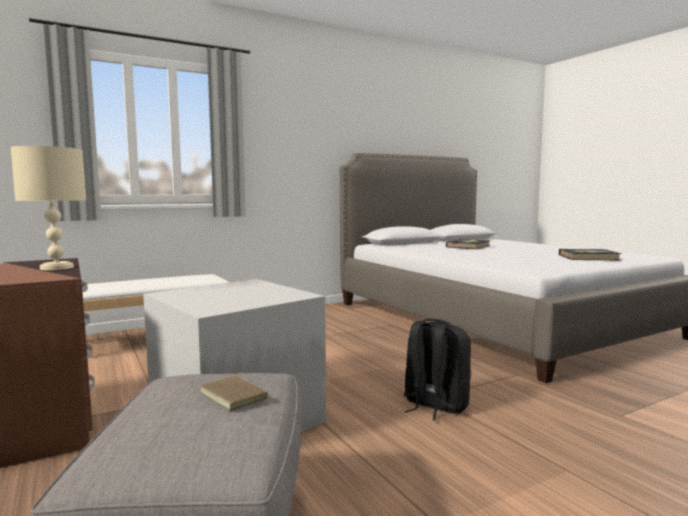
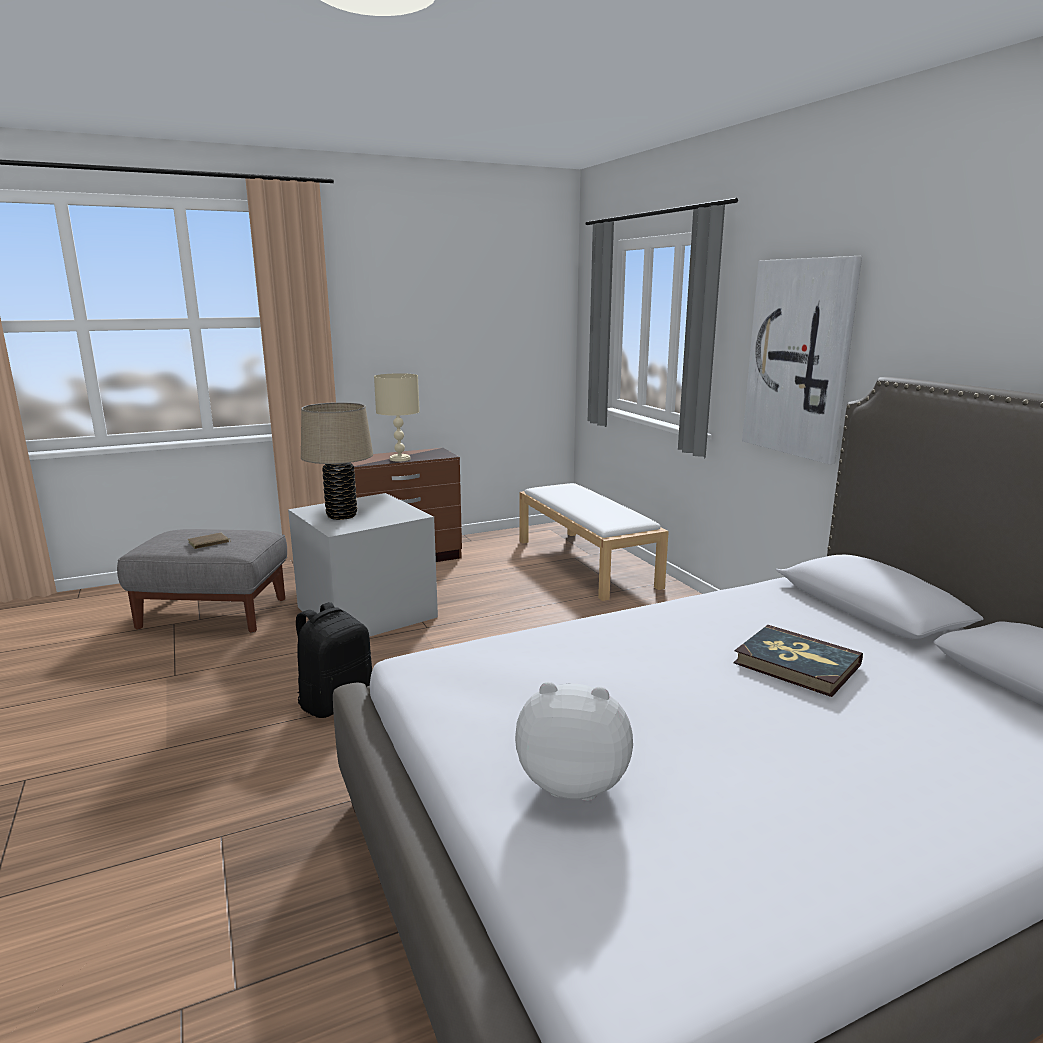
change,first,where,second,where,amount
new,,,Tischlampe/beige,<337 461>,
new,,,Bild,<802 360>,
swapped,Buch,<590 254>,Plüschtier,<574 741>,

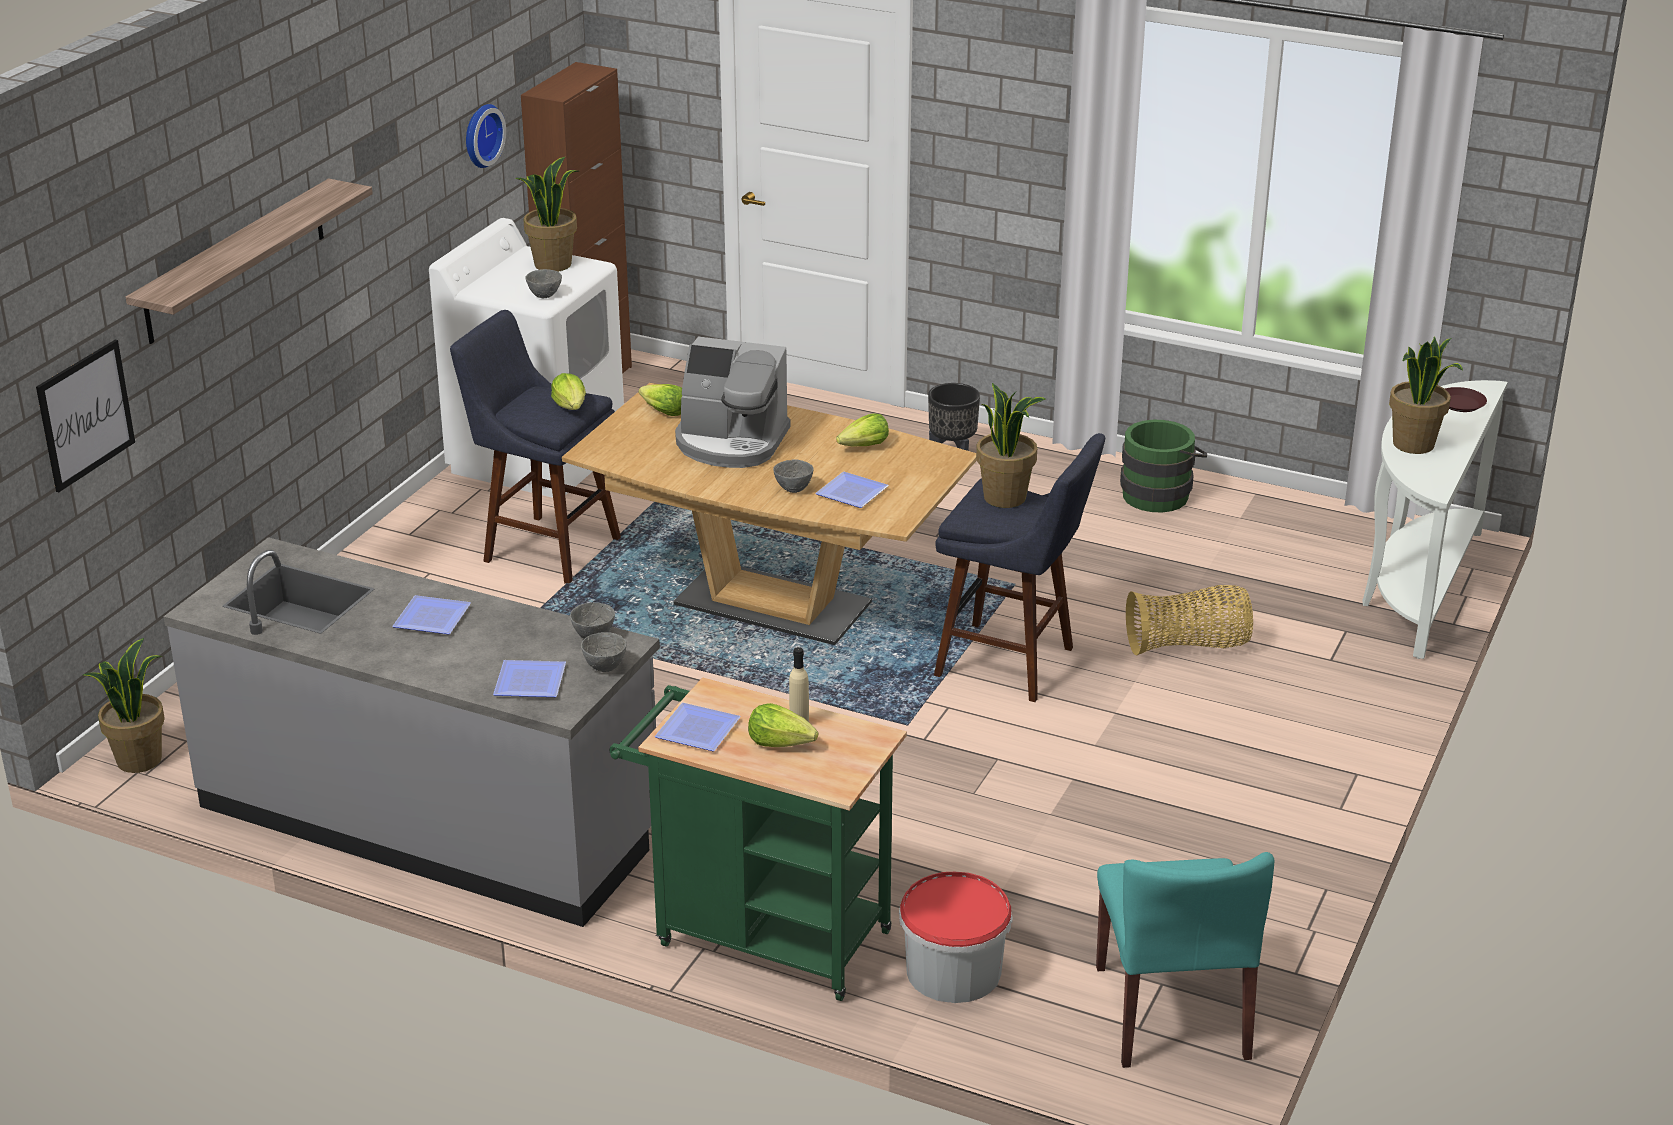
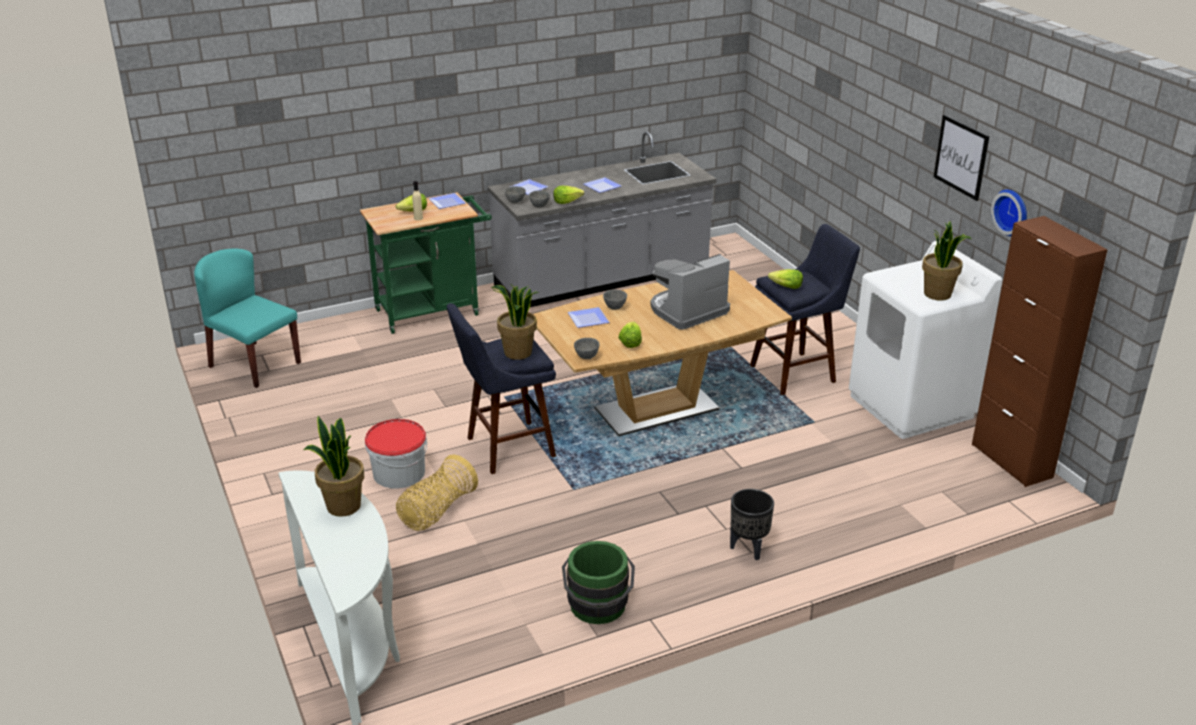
change,first,where,second,where,amount
gone,Topfpflanze,<124 705>,,,
gone,Wandregal,<249 261>,,,
gone,Teller/braun,<1466 399>,,,
shifted,Bild,<85 416>,,<961 158>,
shifted,Schüssel/grau,<544 284>,,<587 348>,
shifted,Salatkopf,<660 400>,,<568 195>,
shifted,Eimer,<956 937>,,<396 453>,

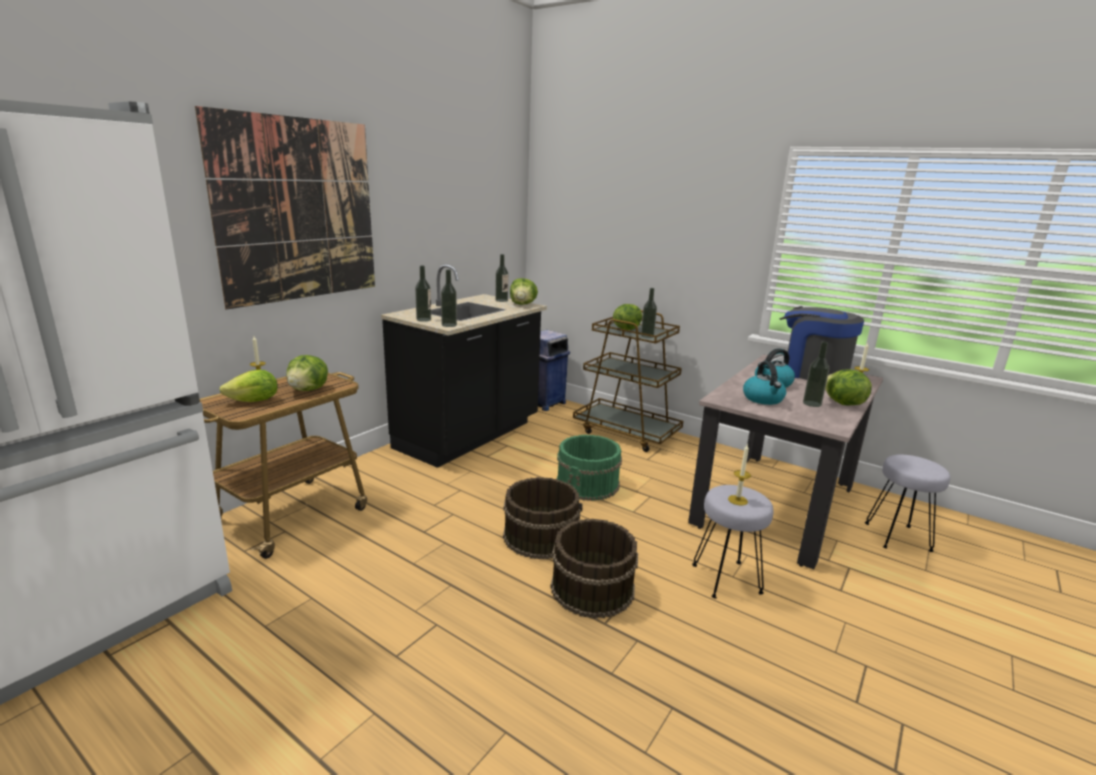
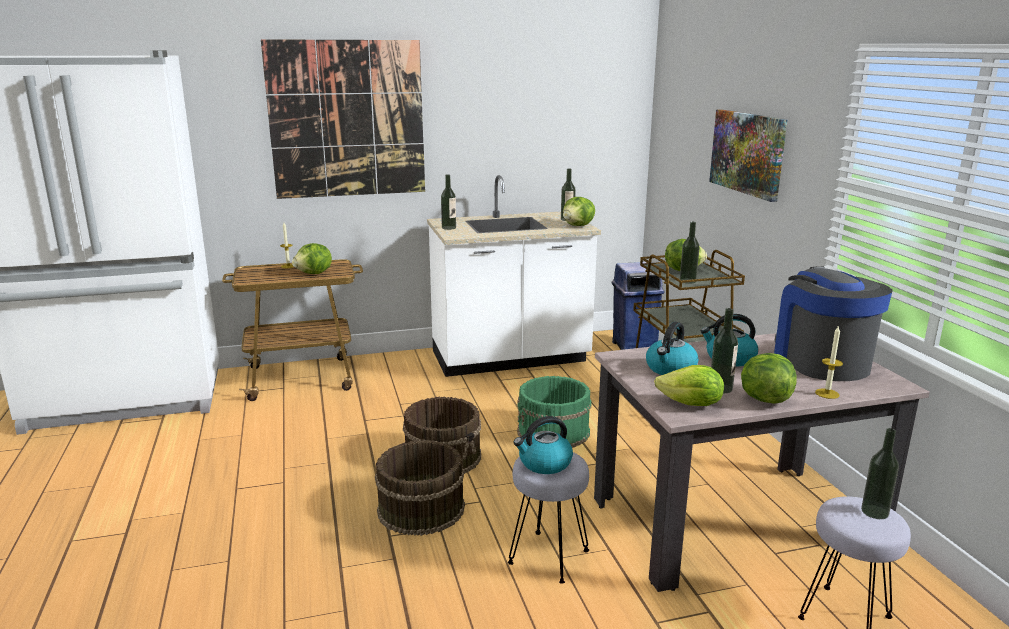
change,first,where,second,where,amount
new,,,Bild,<748 155>,
shifted,Salatkopf,<248 386>,,<689 385>,
shifted,Flasche,<449 298>,,<880 473>,
swapped,Kerze,<739 474>,Wasserkessel,<543 445>,
repainted,Küchenzeile/schwarz,<464 366>,Küchenzeile/weiß,<514 276>,

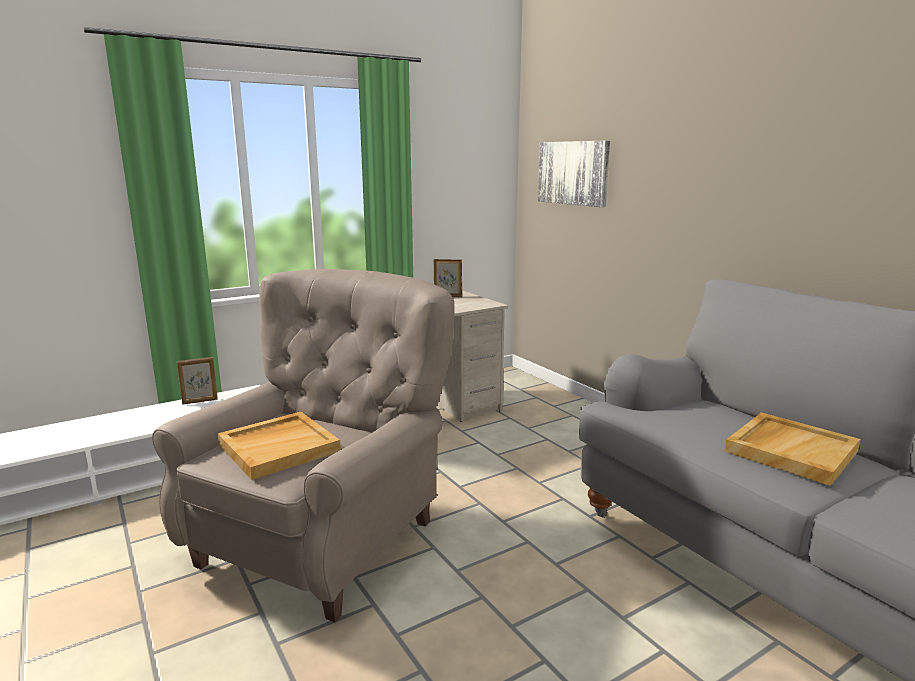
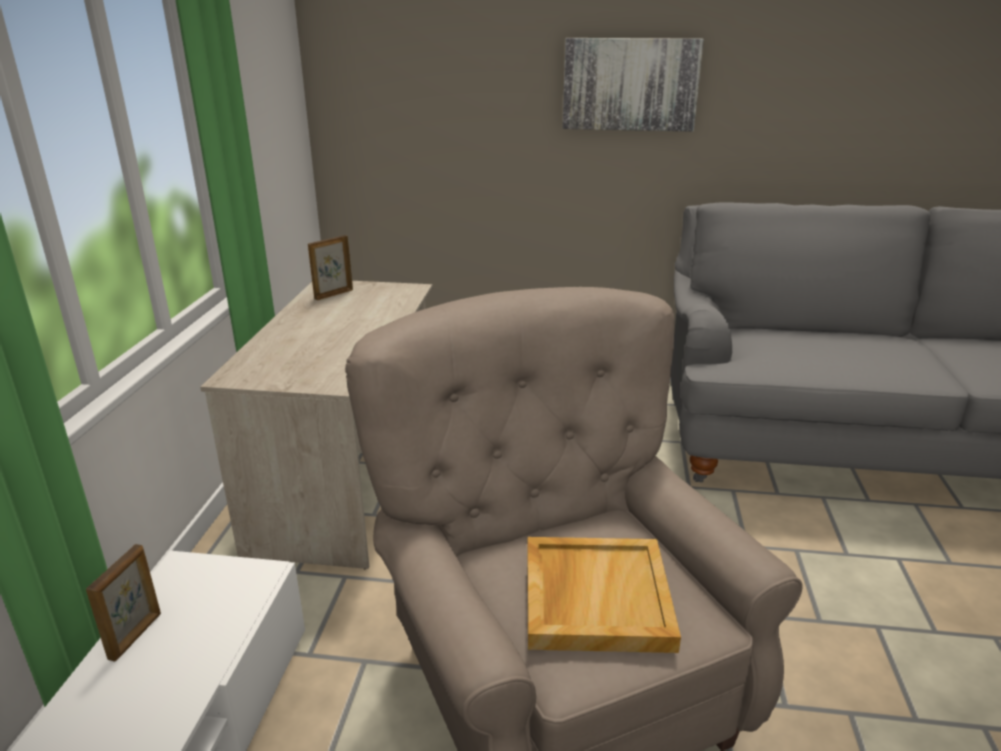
change,first,where,second,where,amount
gone,Tablett/beige,<792 449>,,,
shifted,Bild,<574 174>,,<633 85>,

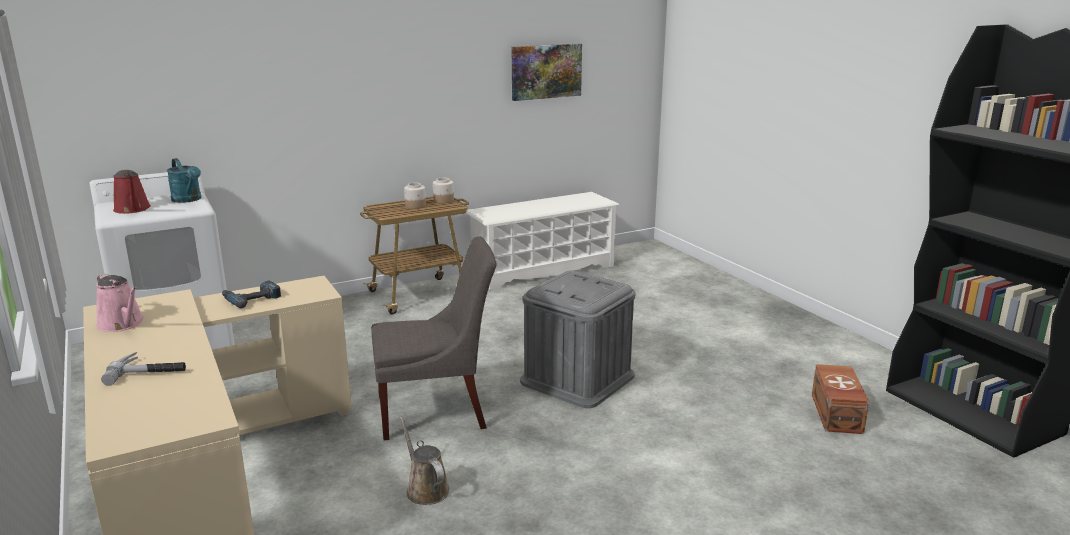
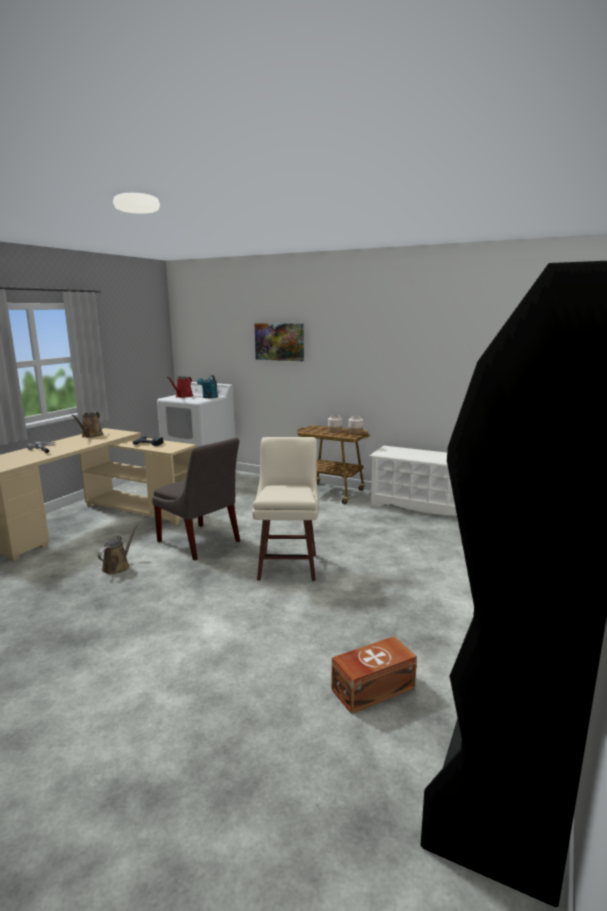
change,first,where,second,where,amount
shifted,Bild,<547 72>,,<279 342>,
swapped,Aufbewahrungsbox/grau,<578 339>,Hocker/beige,<285 509>,
repainted,Gießkanne/rosa,<120 302>,Gießkanne/braun,<87 425>,

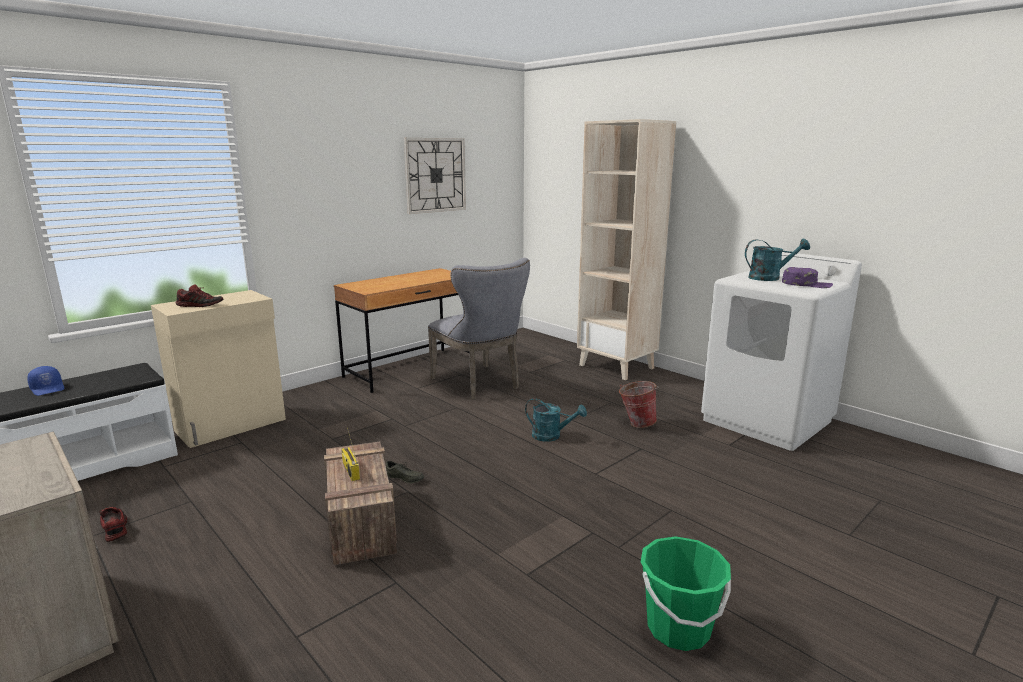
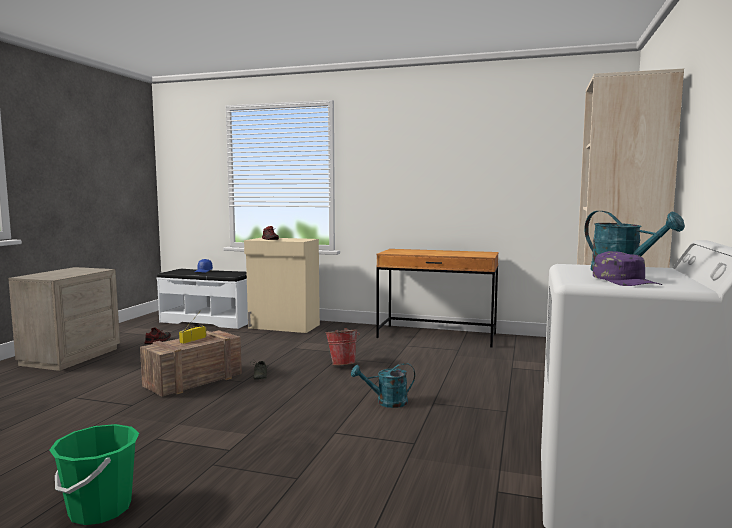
change,first,where,second,where,amount
gone,Wanduhr,<435 176>,,,
gone,Stuhl/grau,<479 329>,,,
shifted,Eimer,<639 404>,,<342 346>,
rotated,Gießkanne/türkis,<556 420>,,<383 385>,90 degrees clockwise

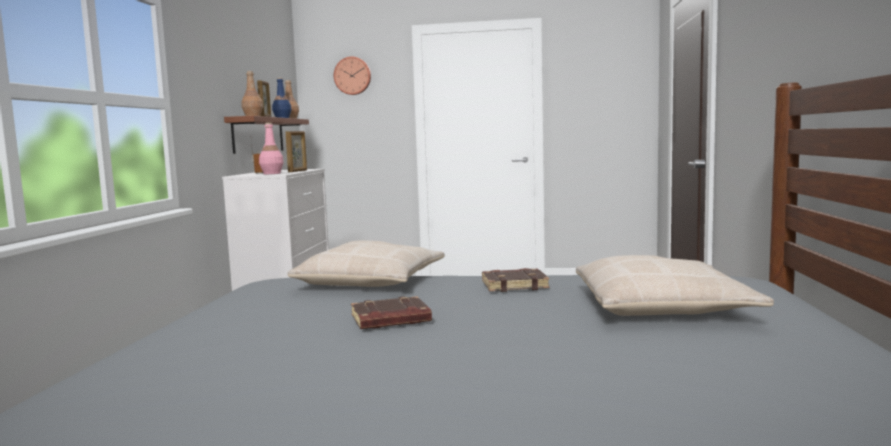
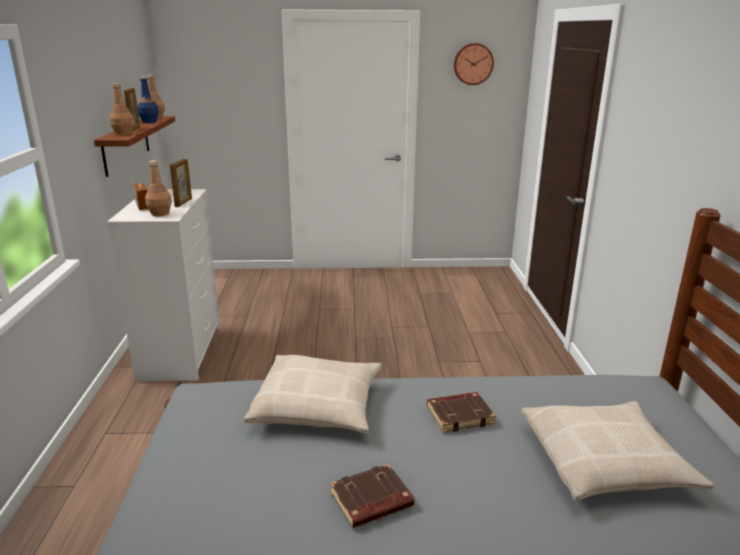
change,first,where,second,where,amount
shifted,Wanduhr,<352 75>,,<474 64>,
repainted,Flasche/rosa,<271 148>,Flasche/braun,<158 188>,

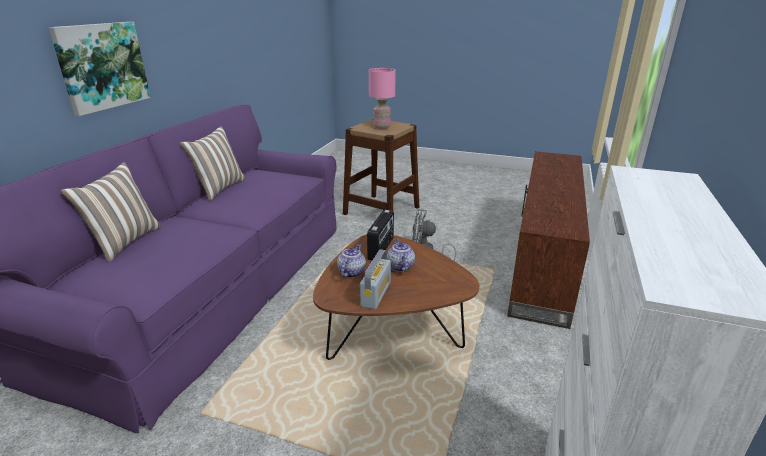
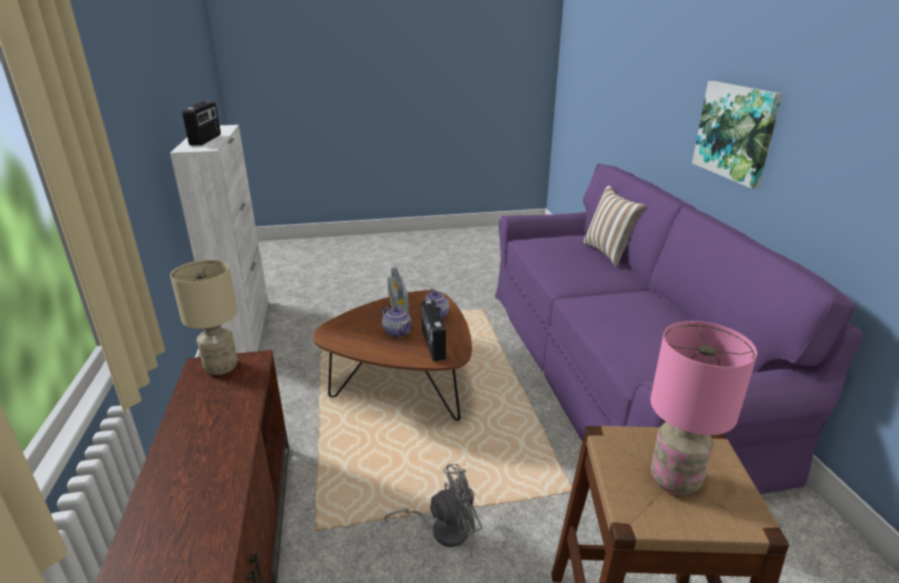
change,first,where,second,where,amount
gone,Kissen,<212 163>,,,
new,,,Tischlampe/beige,<204 317>,
new,,,Radio,<201 123>,

